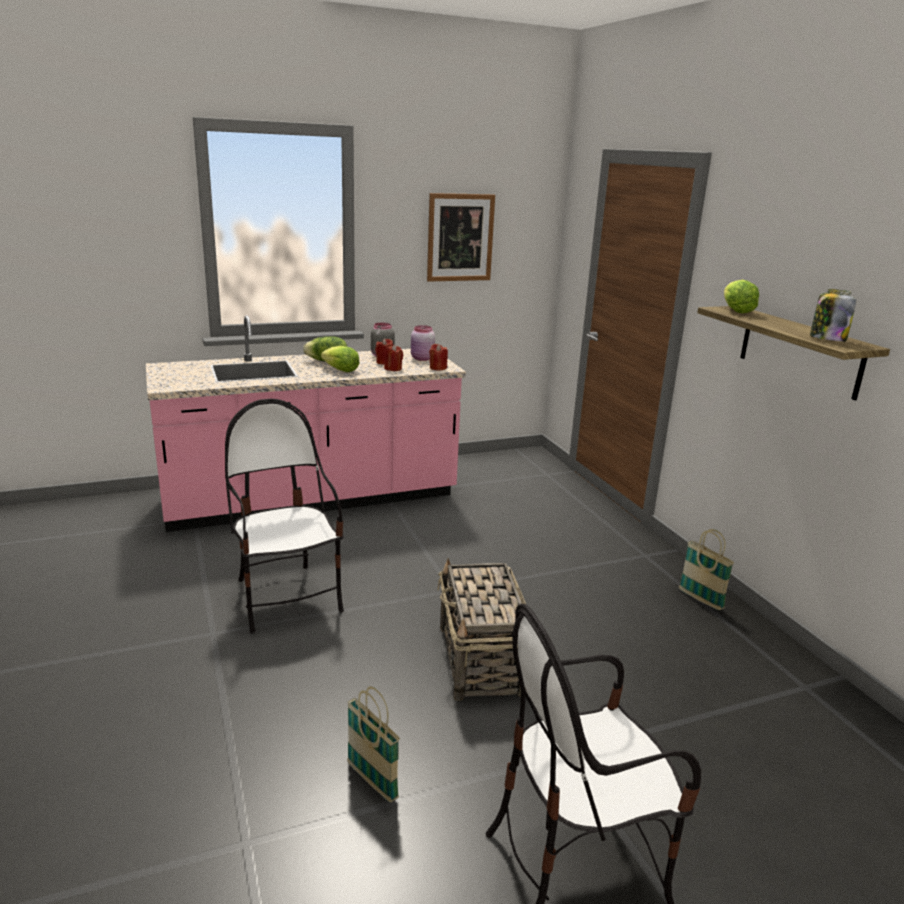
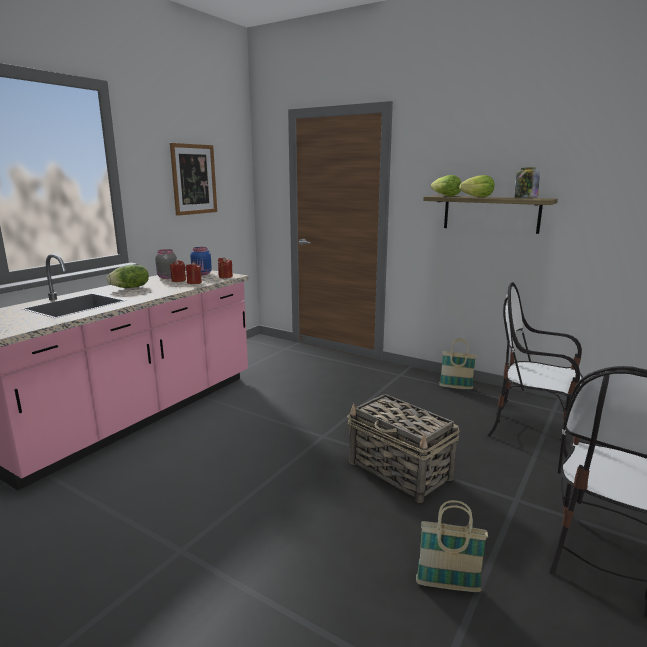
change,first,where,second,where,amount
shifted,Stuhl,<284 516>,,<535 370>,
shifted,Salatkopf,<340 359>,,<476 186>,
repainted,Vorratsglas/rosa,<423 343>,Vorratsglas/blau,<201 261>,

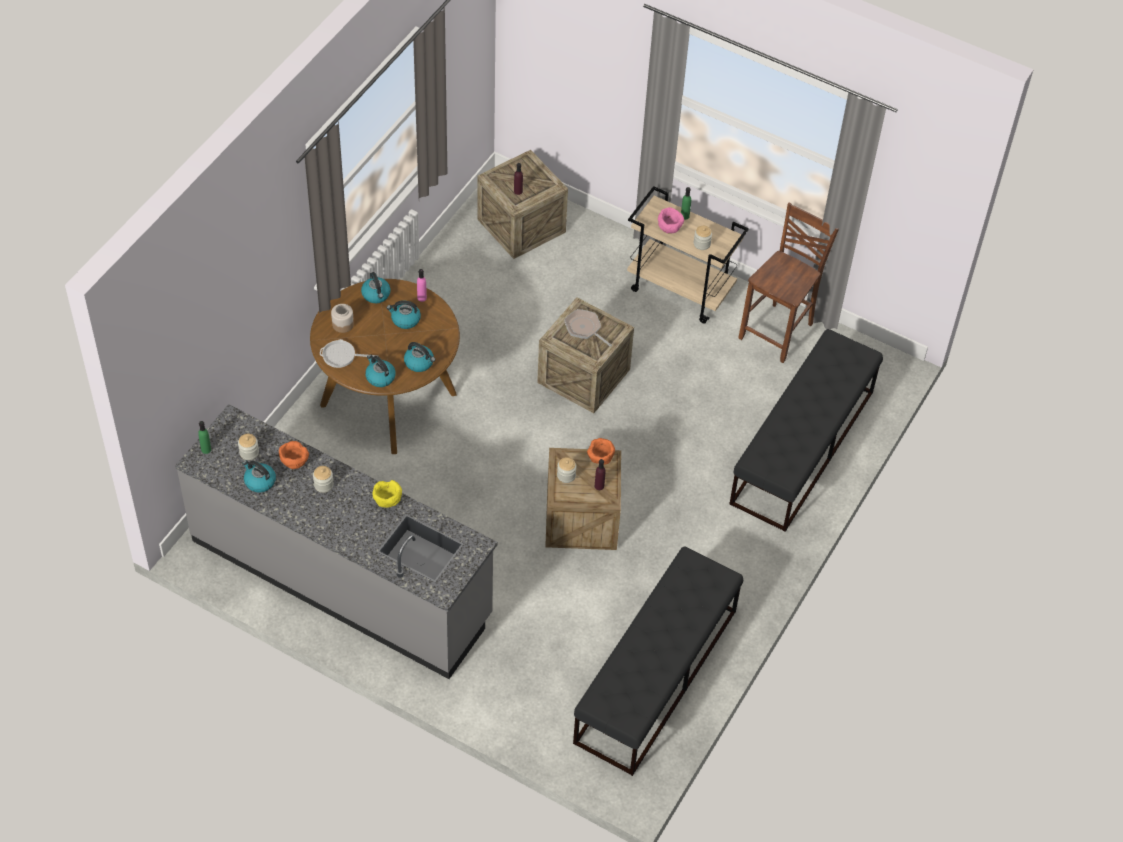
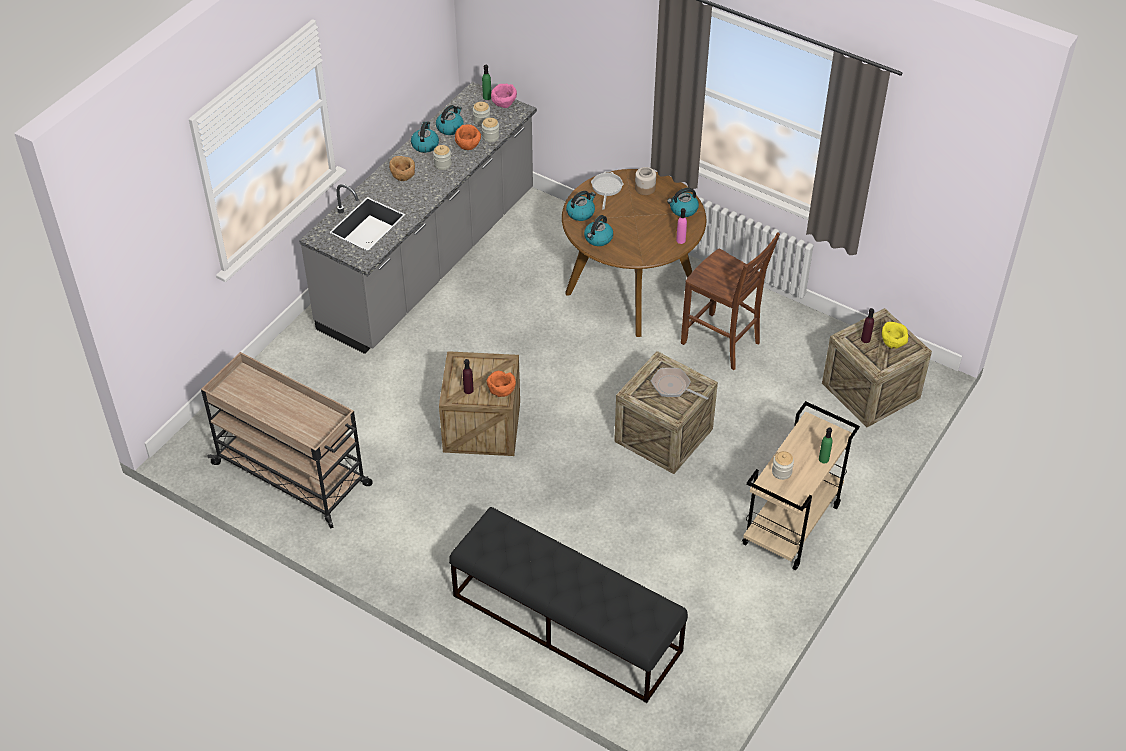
change,first,where,second,where,amount
new,,,Schüssel/braun,<402 168>,
shifted,Schüssel/gelb,<387 494>,,<895 335>,
shifted,Wasserkessel,<404 314>,,<425 137>,
shifted,Vorratsglas,<566 470>,,<490 130>,
shifted,Schüssel/rosa,<671 220>,,<504 96>,
shifted,Stuhl/braun,<789 283>,,<730 301>,
swapped,Bank/schwarz,<658 661>,Rollwagen/beige,<287 440>,
rotated,Pfanne,<588 328>,,<679 384>,105 degrees counterclockwise

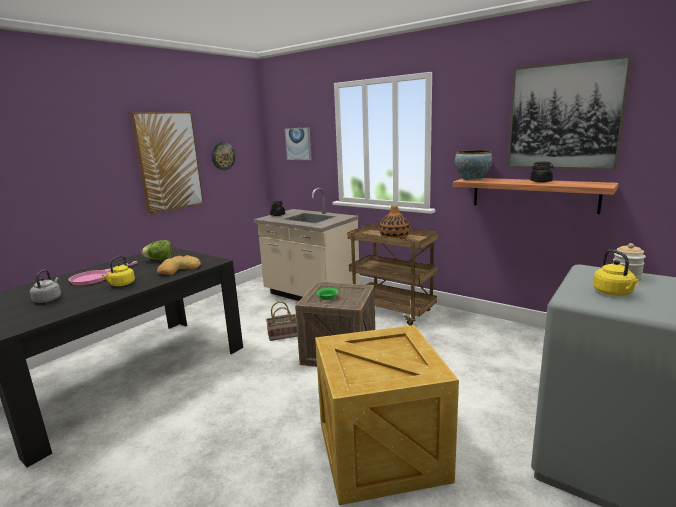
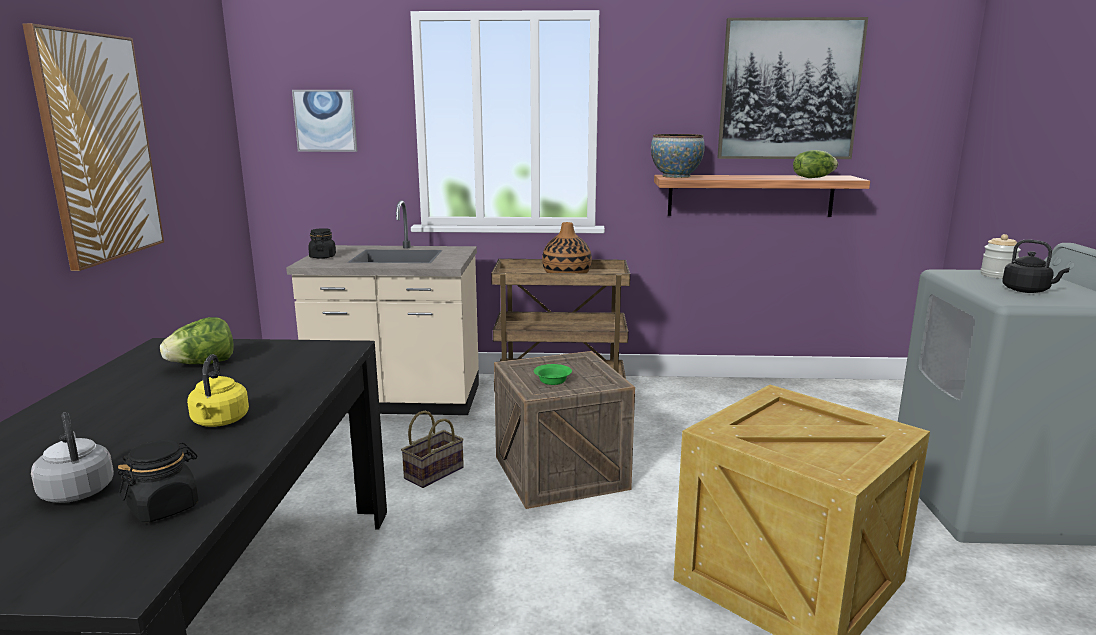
change,first,where,second,where,amount
gone,Pfanne/rosa,<103 273>,,,
gone,Brot,<179 265>,,,
gone,Wanduhr,<223 156>,,,
new,,,Salatkopf,<815 164>,
shifted,Vorratsglas/schwarz,<541 172>,,<158 481>,
repainted,Wasserkessel/gelb,<616 273>,Wasserkessel/schwarz,<1036 266>,

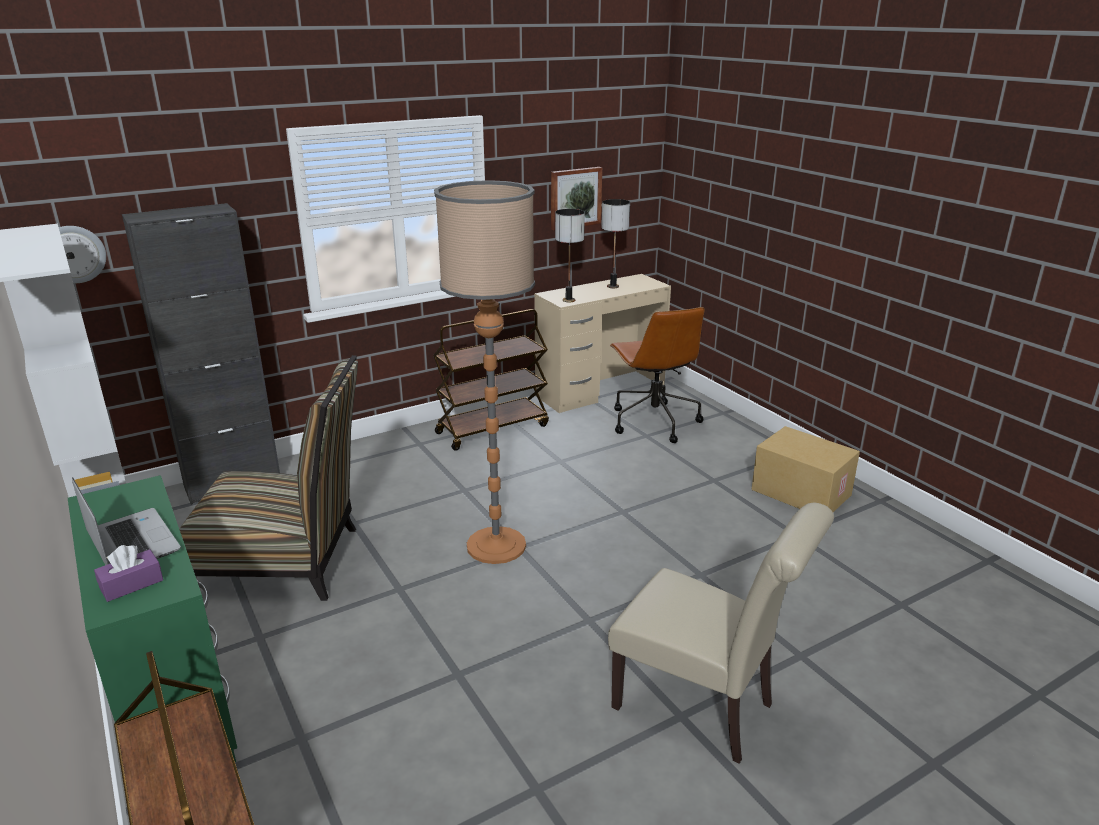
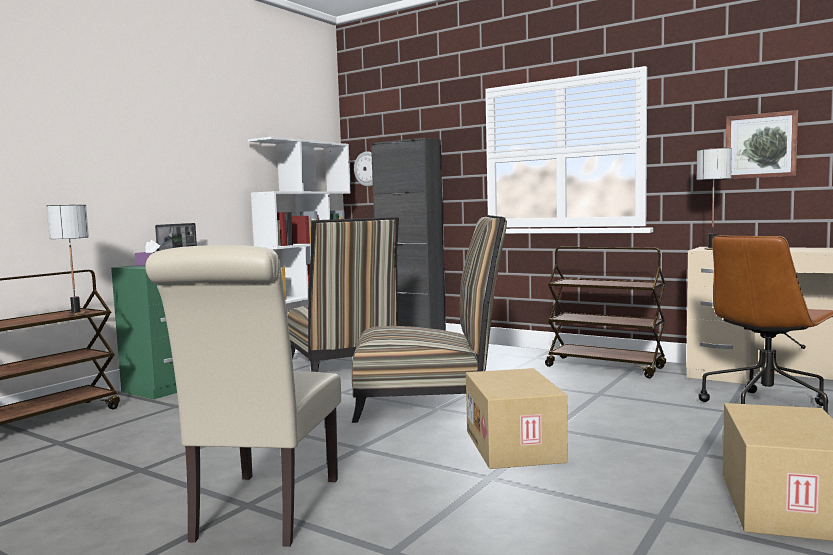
change,first,where,second,where,amount
new,,,Karton,<517 418>,
shifted,Tischlampe,<615 243>,,<68 260>,
swapped,Stehlampe,<484 372>,Stuhl,<429 319>,

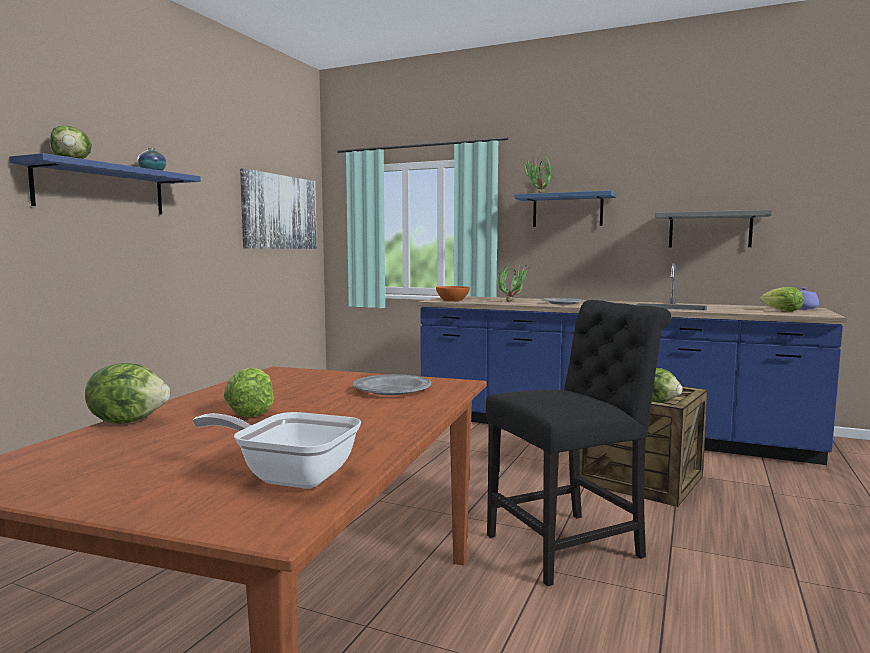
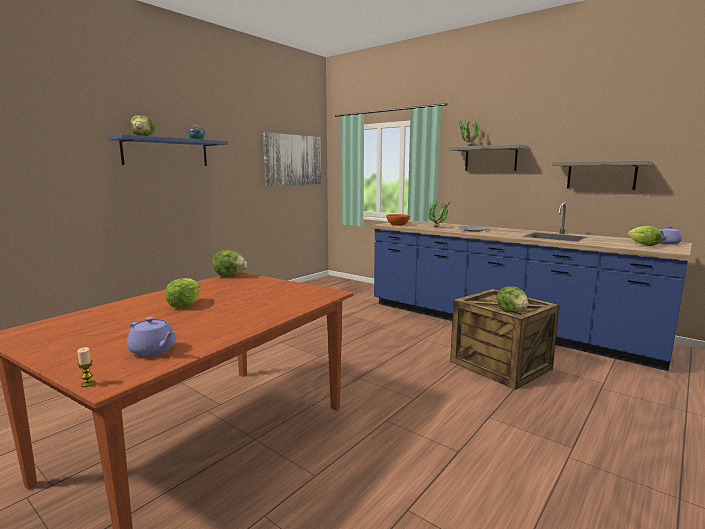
change,first,where,second,where,amount
gone,Teller/grau,<392 384>,,,
gone,Stuhl/schwarz,<578 443>,,,
new,,,Kerze,<86 367>,
shifted,Salatkopf,<127 393>,,<229 263>,
swapped,Pfanne,<276 450>,Teekanne/lila,<151 336>,
repainted,Wandregal/blau,<565 209>,Wandregal/grau,<488 157>,

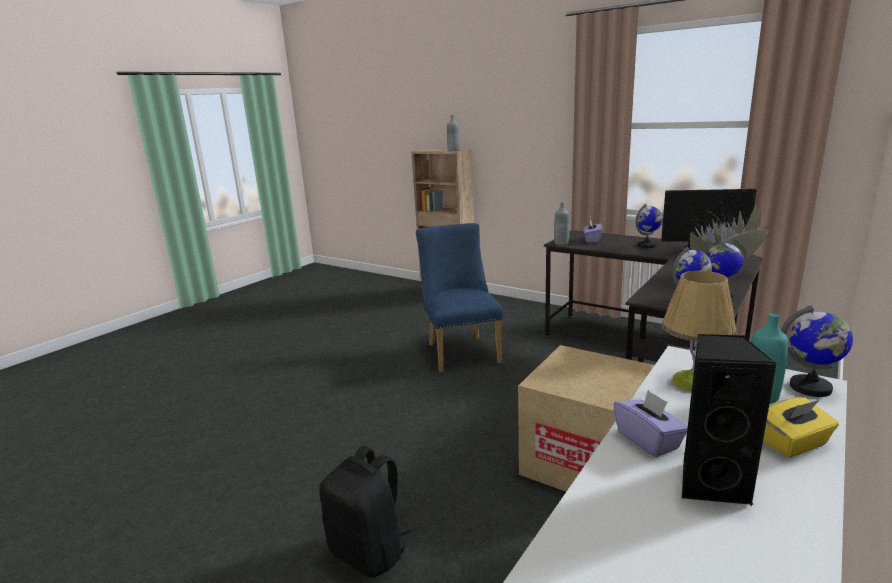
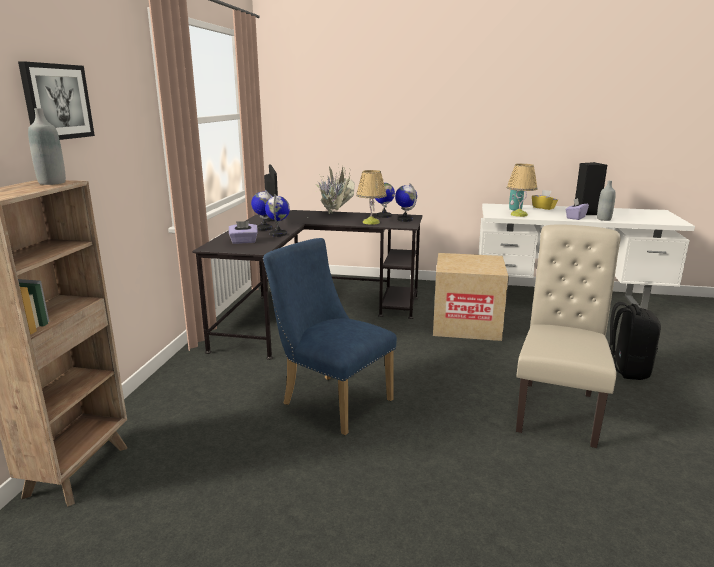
change,first,where,second,where,amount
new,,,Bild,<56 100>,
new,,,Tischlampe,<371 197>,
new,,,Stuhl/beige,<568 336>,
shifted,Flasche/grau,<562 223>,,<606 200>,
shifted,Globus,<817 351>,,<277 215>,
rotated,Stuhl/blau,<459 298>,,<330 336>,75 degrees clockwise

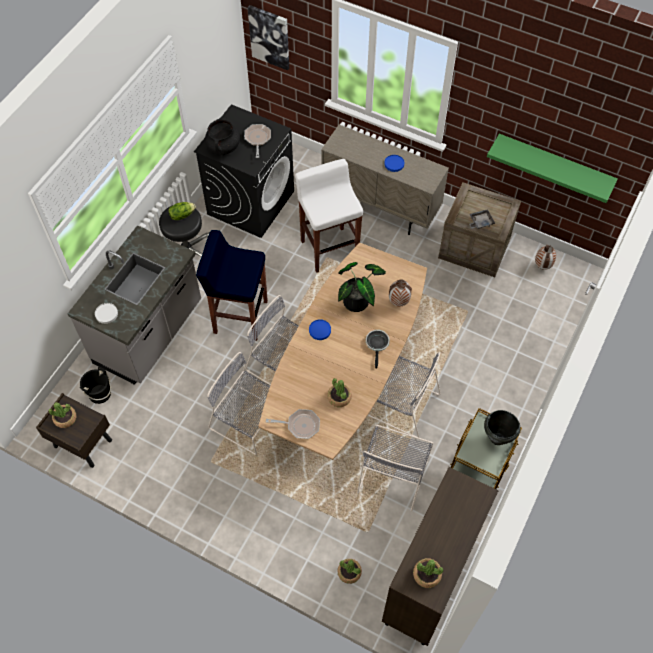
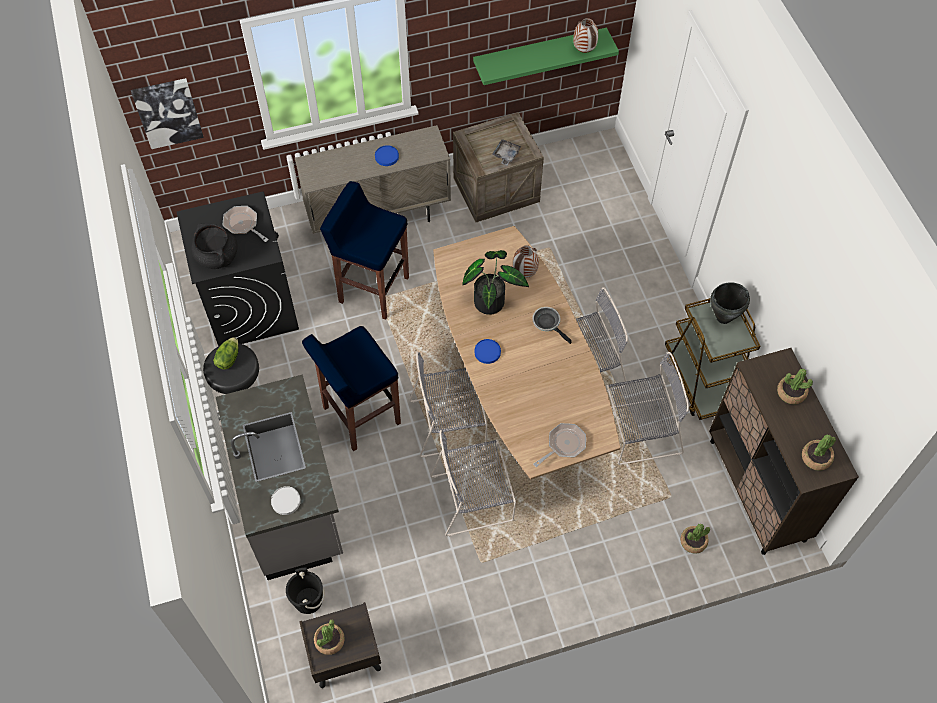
change,first,where,second,where,amount
shifted,Topfpflanze,<339 392>,,<795 386>,
shifted,Vase,<545 257>,,<585 35>,
repainted,Hocker/weiß,<329 216>,Hocker/blau,<364 250>,
rotated,Stuhl/grau,<395 468>,,<647 408>,75 degrees counterclockwise

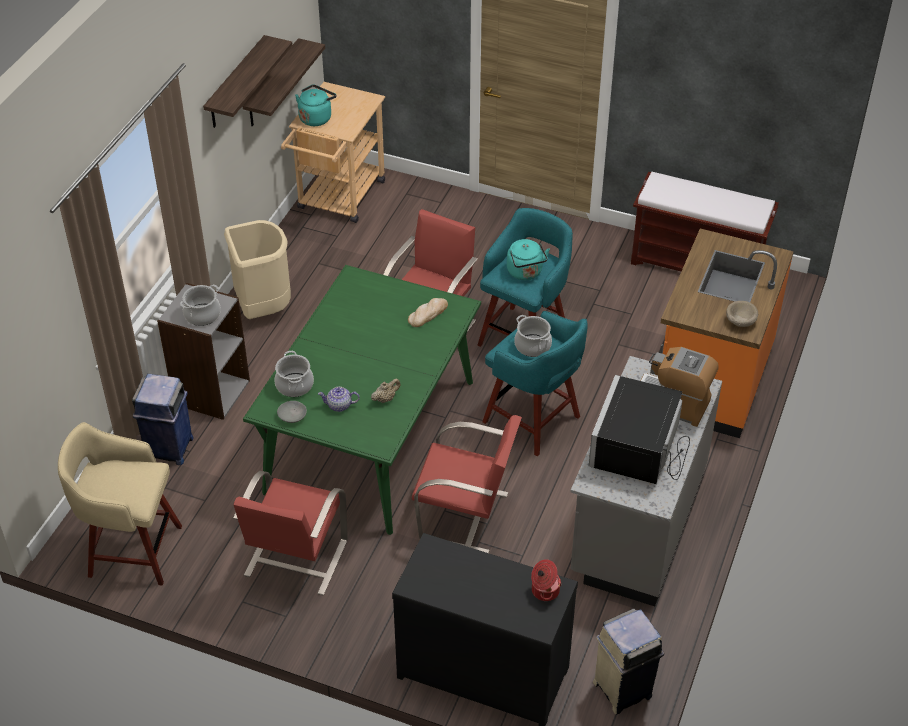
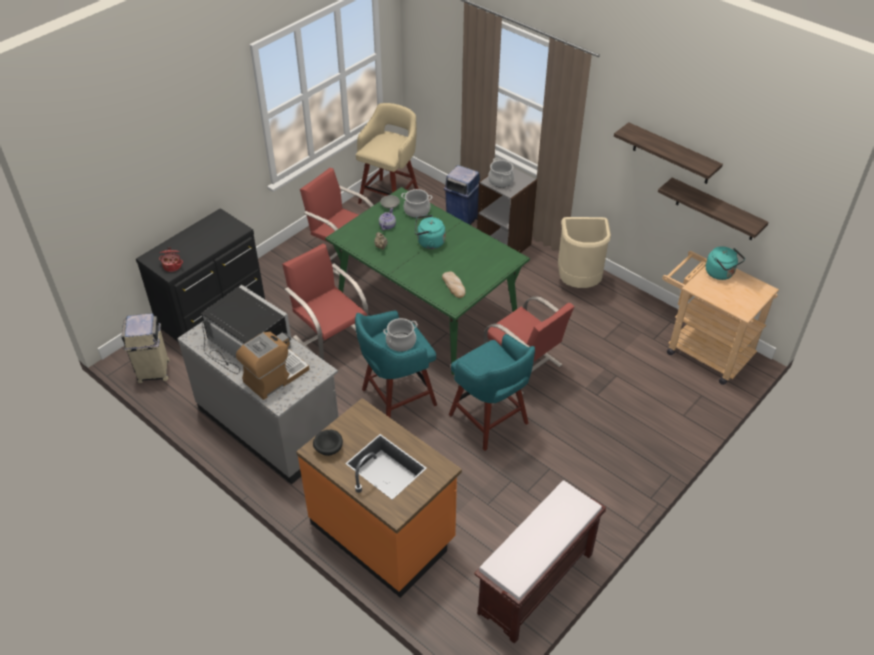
change,first,where,second,where,amount
shifted,Wasserkessel/türkis,<528 259>,,<430 232>,
repainted,Schüssel/beige,<742 314>,Schüssel/schwarz,<328 443>,
rotated,Stuhl/rot,<467 484>,,<325 302>,105 degrees clockwise

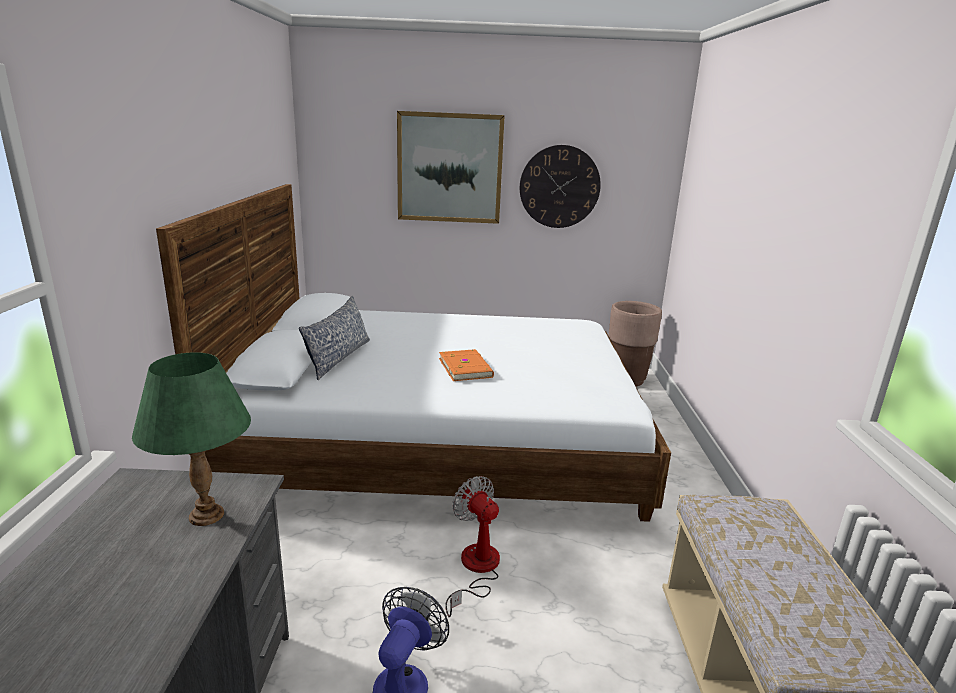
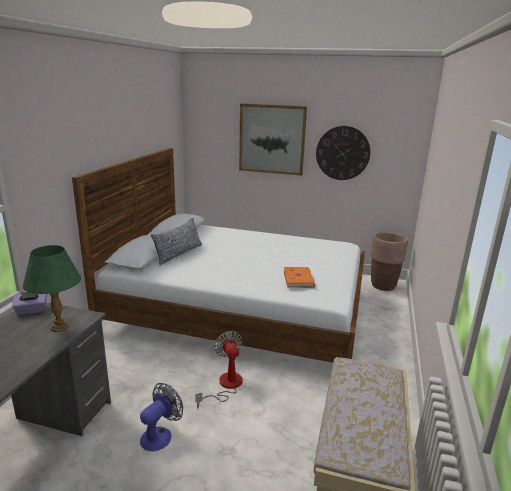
change,first,where,second,where,amount
new,,,Taschentuchbox/lila,<29 303>,
shifted,Buch/orange,<466 365>,,<299 277>,

